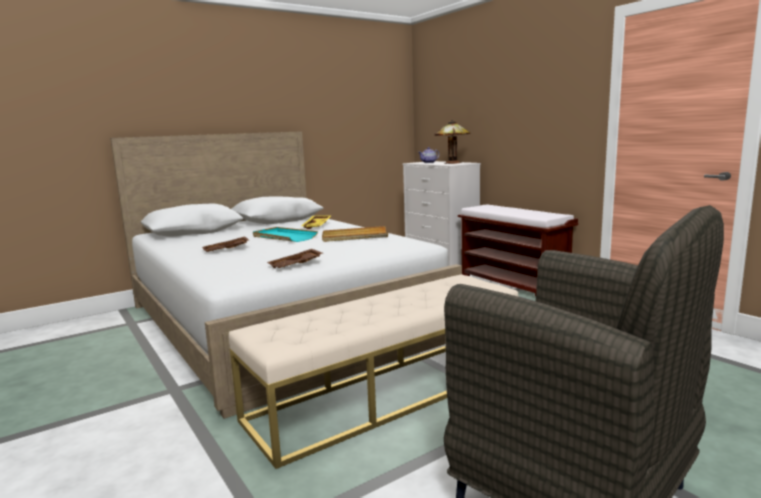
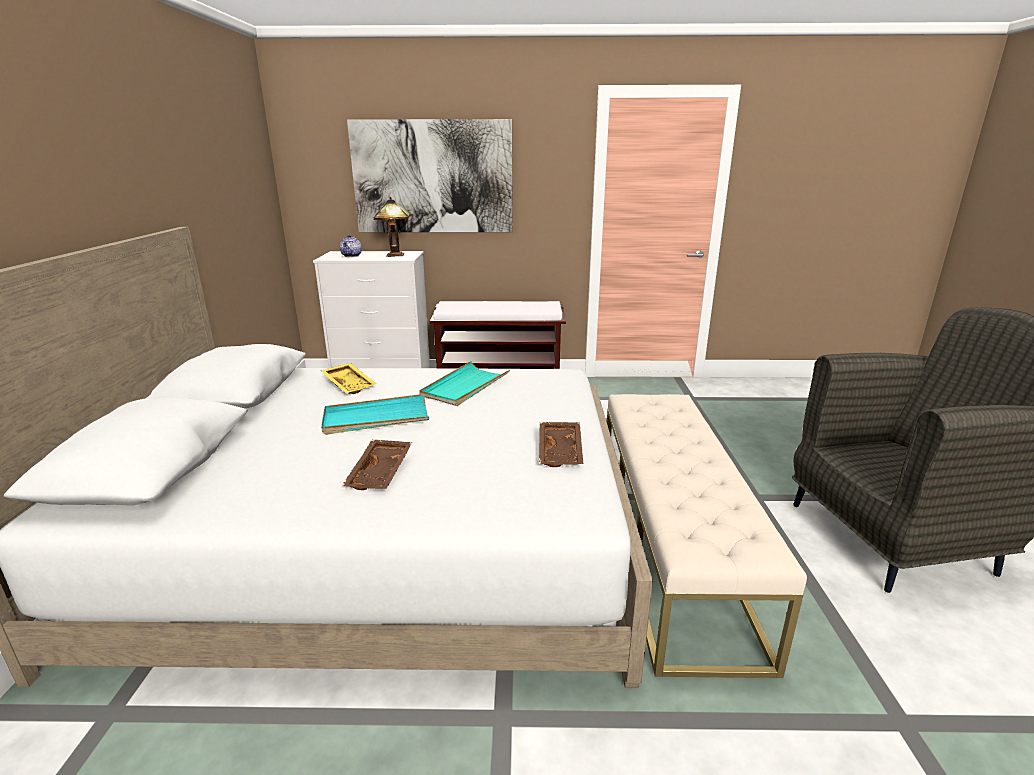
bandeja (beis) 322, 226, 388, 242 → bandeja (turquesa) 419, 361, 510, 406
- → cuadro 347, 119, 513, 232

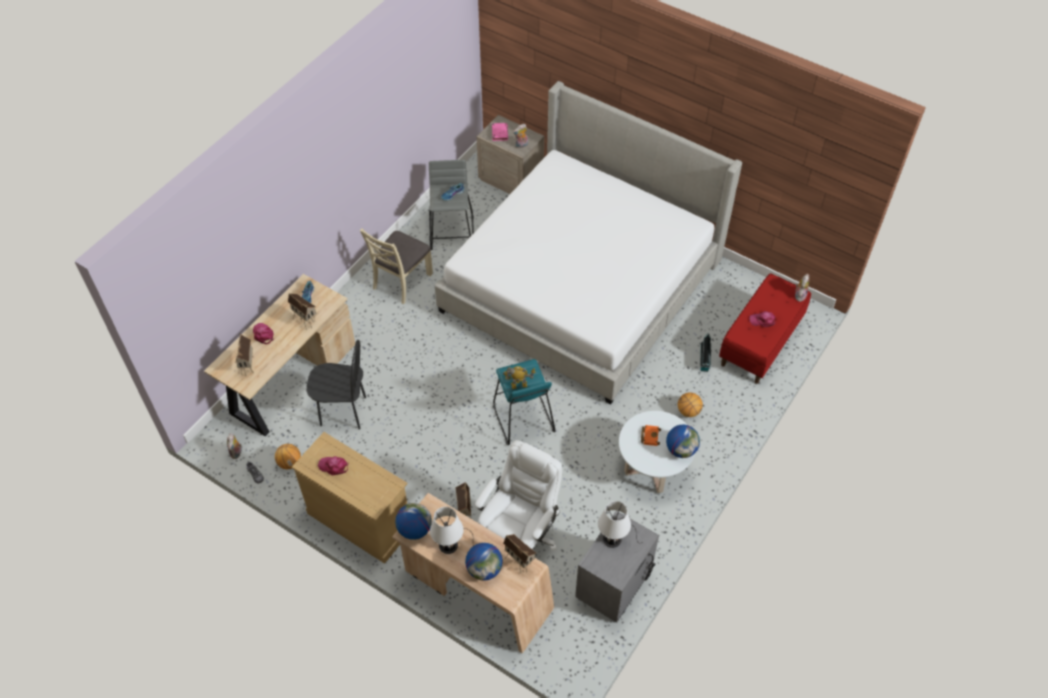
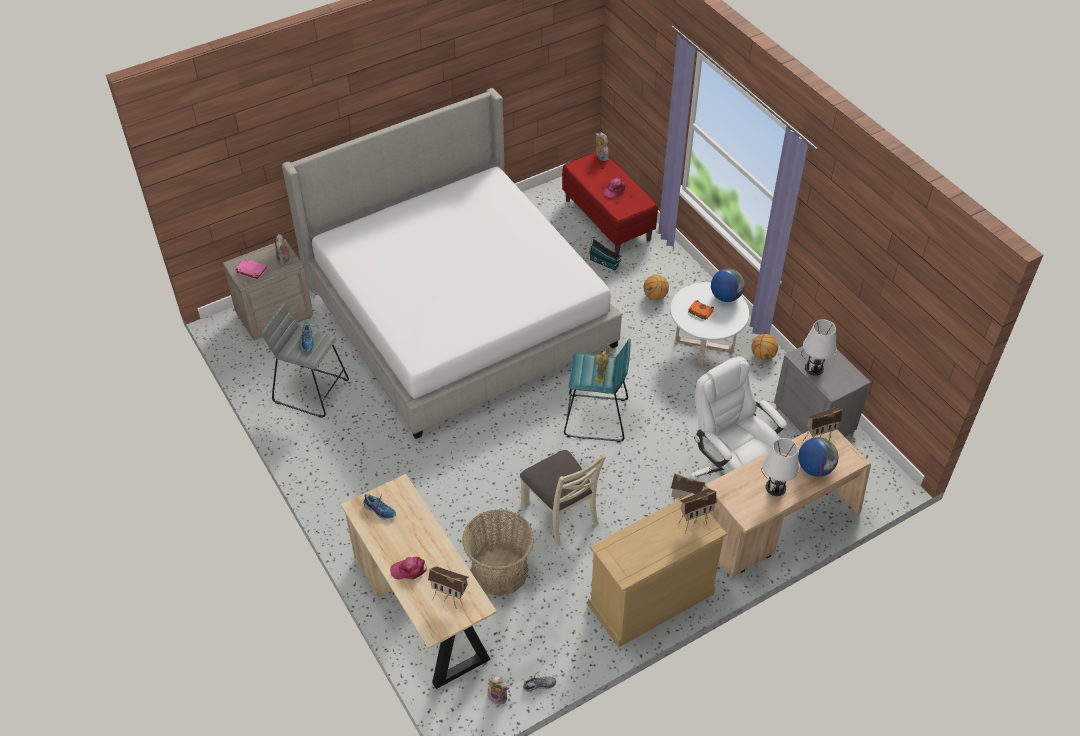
balón de baloncesto 275, 444, 301, 469 → balón de baloncesto 751, 334, 778, 360, relocated
casita 288, 293, 317, 330 → casita 678, 488, 717, 533, relocated
silla (negro) 306, 340, 366, 430 → cesta 462, 509, 534, 596
gorra (rosa) 318, 456, 348, 475 → -
silla (beis) 360, 228, 433, 304 → silla (beis) 520, 450, 606, 546, relocated
globo terráqueo 395, 503, 432, 540 → -

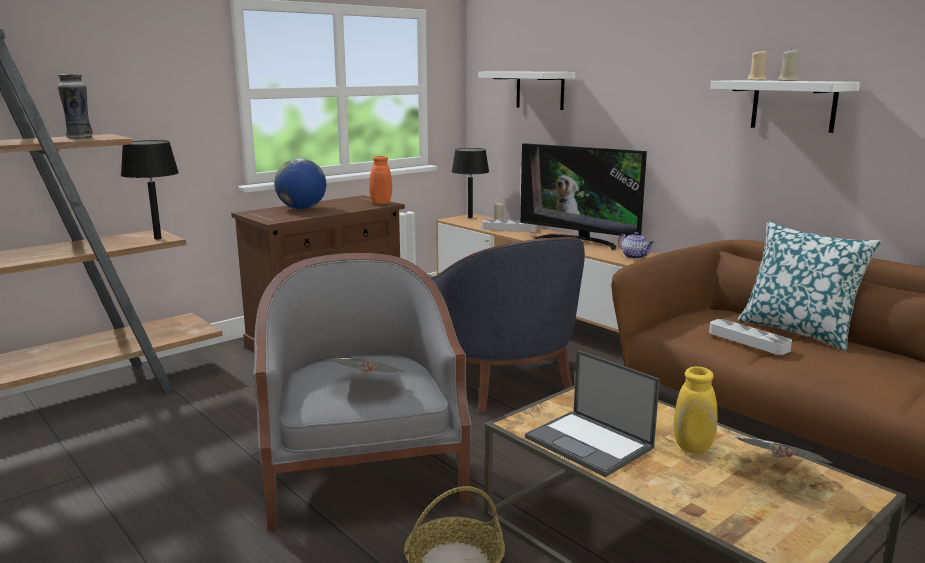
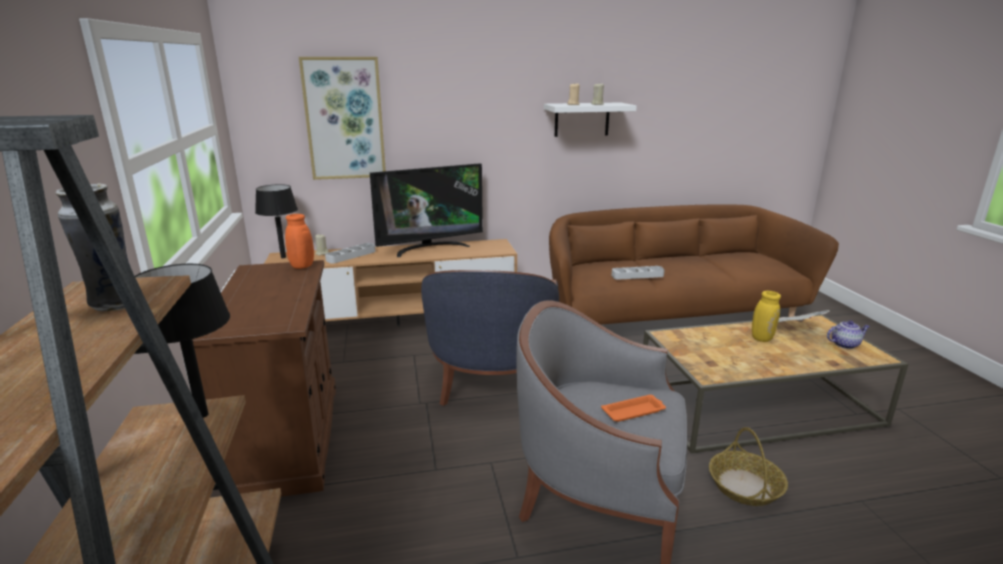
globo terráqueo 274, 158, 326, 209 → -
periódico 329, 358, 404, 374 → bandeja (naranja) 601, 395, 666, 422
sillón (azul) 427, 237, 585, 413 → sillón (azul) 421, 270, 559, 406, 90 degrees clockwise
estante (blanco) 478, 71, 575, 110 → cuadro 299, 57, 386, 180
portátil 525, 350, 660, 477 → -
tetera 618, 232, 654, 259 → tetera 827, 320, 870, 349, relocated
cojín 737, 222, 881, 351 → -

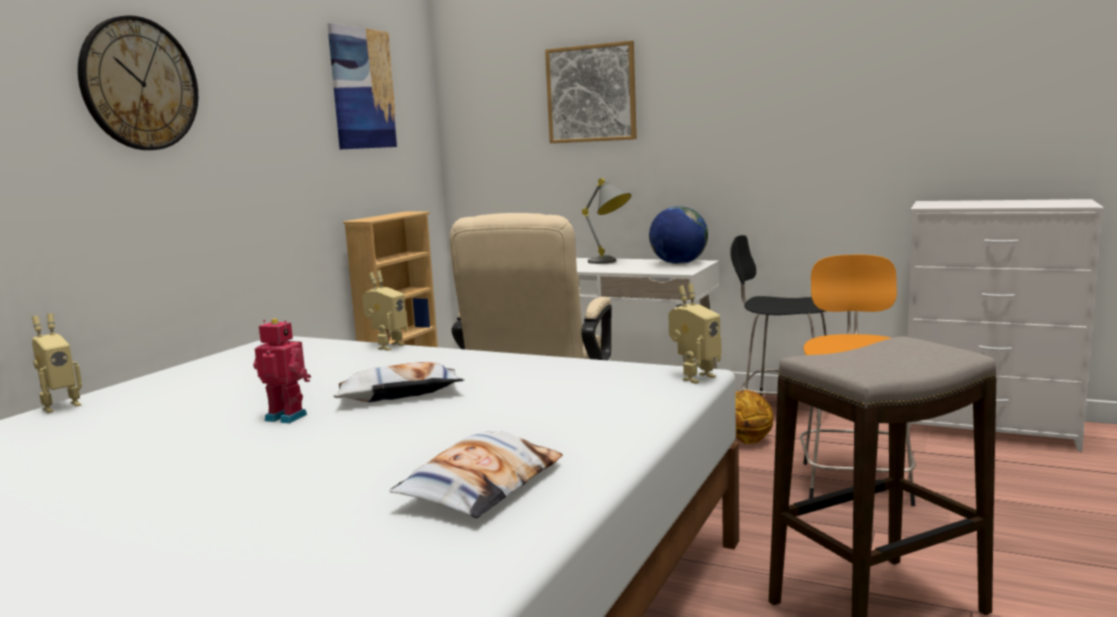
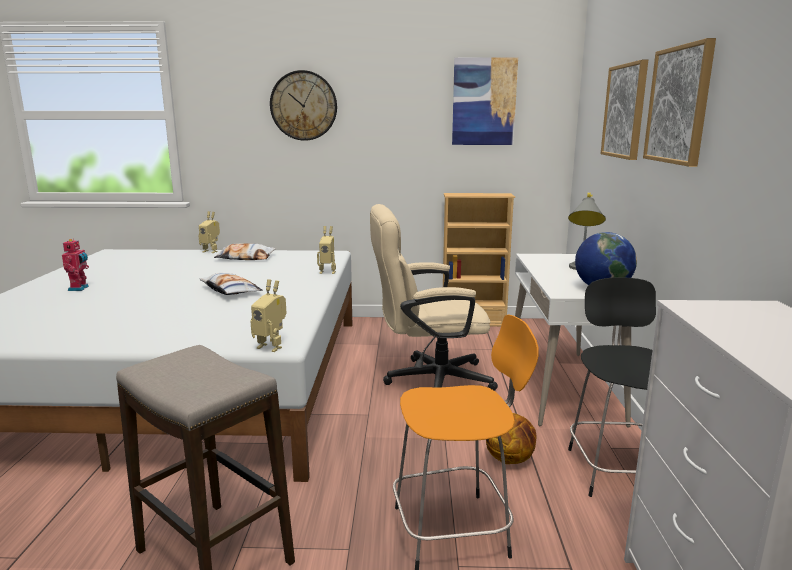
robot de juguete 253, 319, 311, 423 → robot de juguete 62, 238, 89, 291, relocated
cojín 389, 431, 563, 518 → cojín 214, 243, 276, 260, relocated
- → cuadro 643, 38, 716, 167

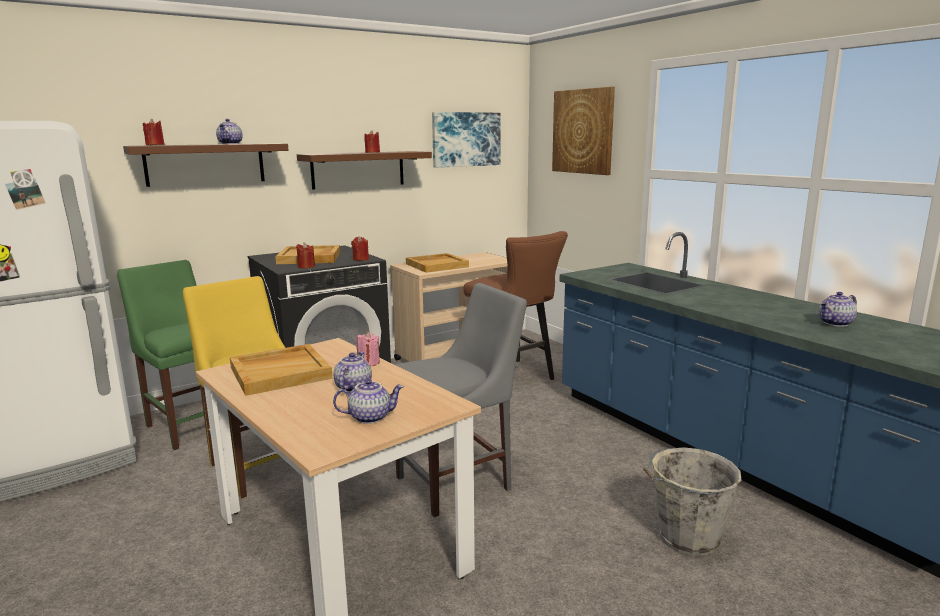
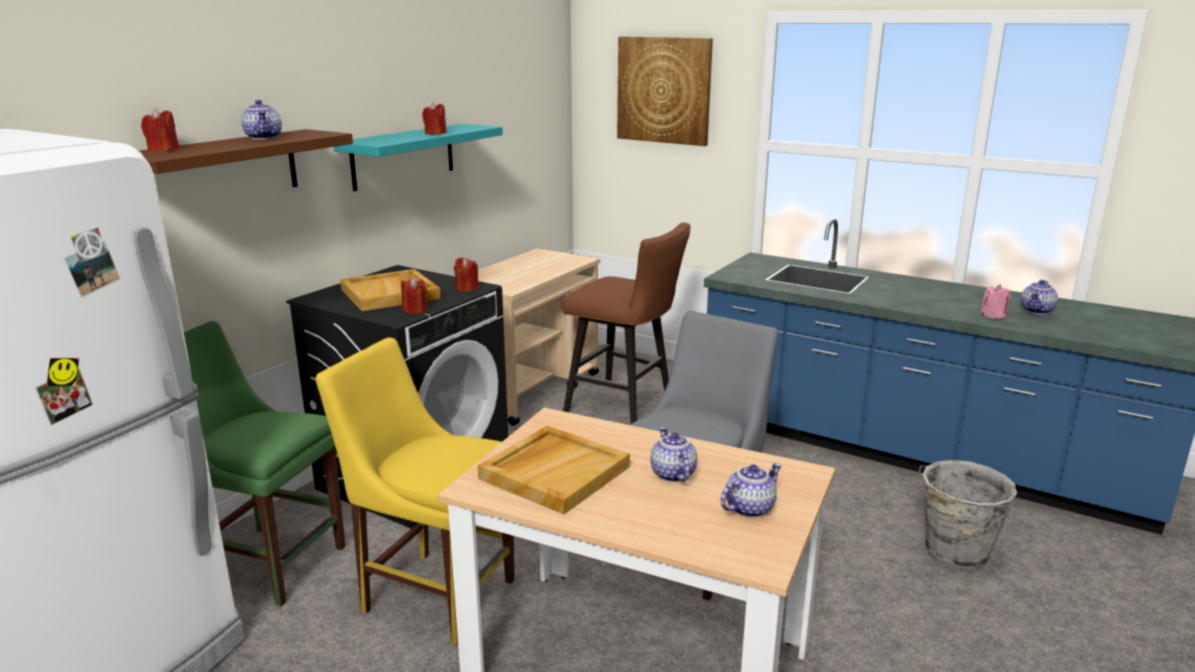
estante (marrón) 297, 151, 432, 190 → estante (turquesa) 334, 123, 503, 191
vela (rosa) 355, 331, 380, 366 → vela (rosa) 981, 284, 1011, 319, relocated
bandeja (beis) 406, 253, 469, 273 → -
cuadro 432, 112, 501, 168 → -

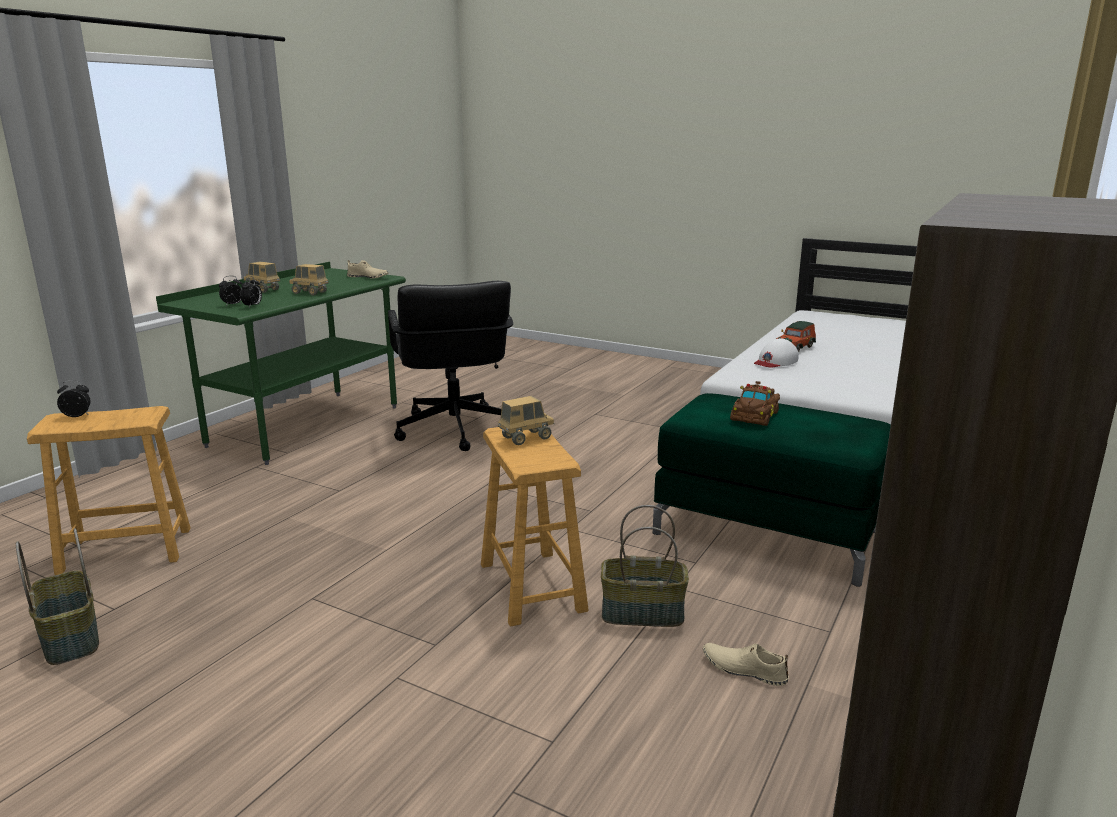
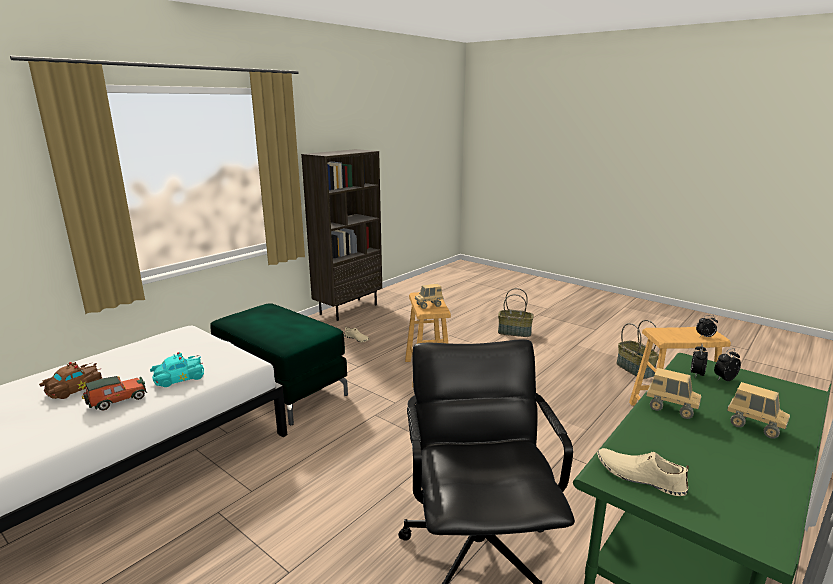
cesta 601, 505, 689, 627 → cesta 498, 288, 534, 337, relocated
coche de juguete (marrón) 730, 381, 780, 426 → coche de juguete (marrón) 39, 362, 102, 399, relocated
gorra (blanco) 754, 338, 799, 368 → coche de juguete (turquesa) 150, 352, 204, 387

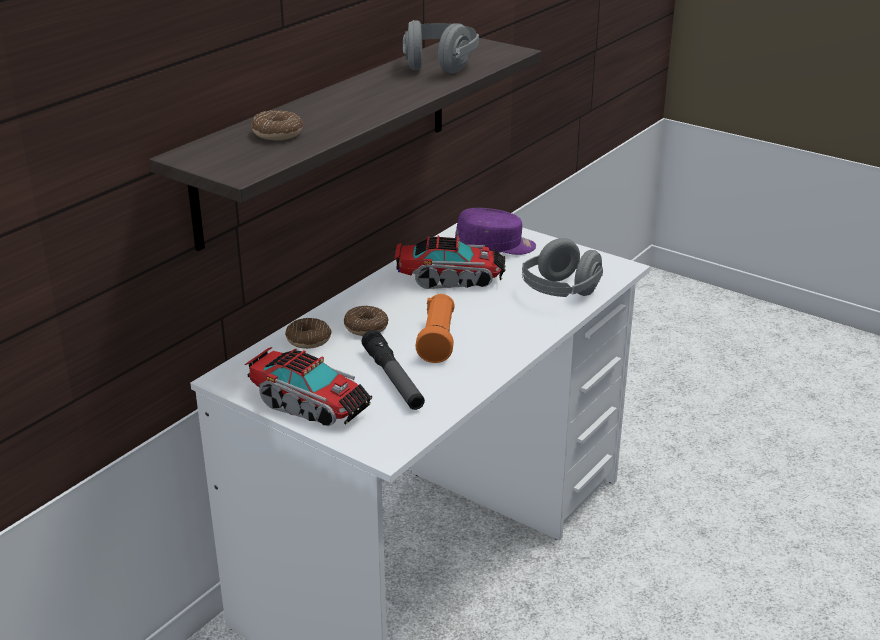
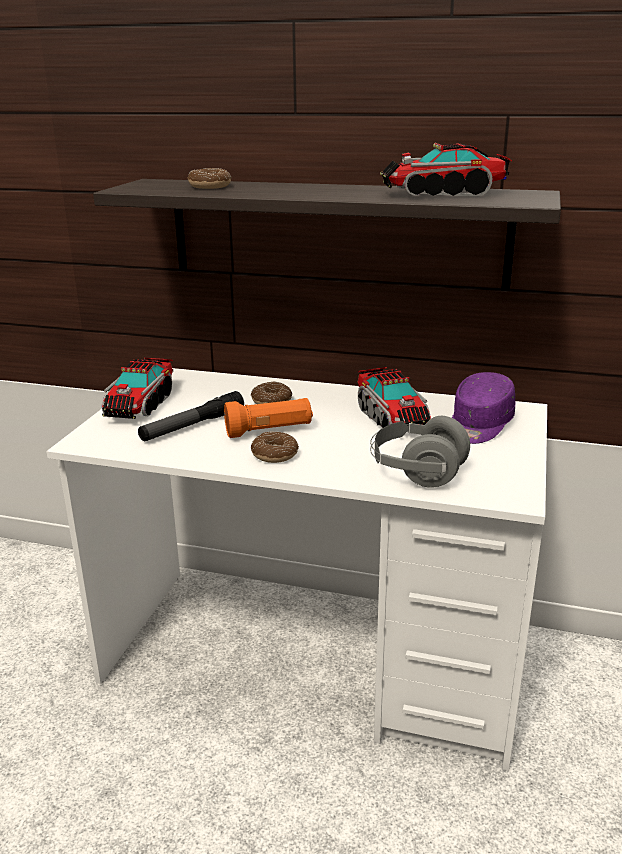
rosquilla 285, 318, 331, 349 → rosquilla 251, 431, 299, 463, relocated
auriculares (gris) 403, 20, 479, 74 → camión de juguete 380, 143, 512, 197
gorra (morado) 455, 208, 536, 255 → gorra (morado) 452, 372, 516, 444, 60 degrees clockwise

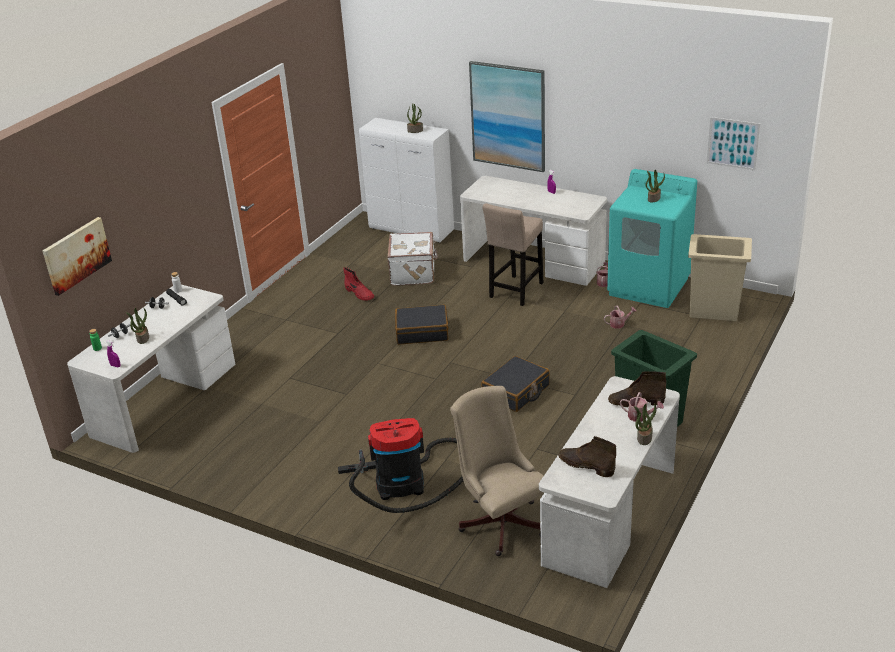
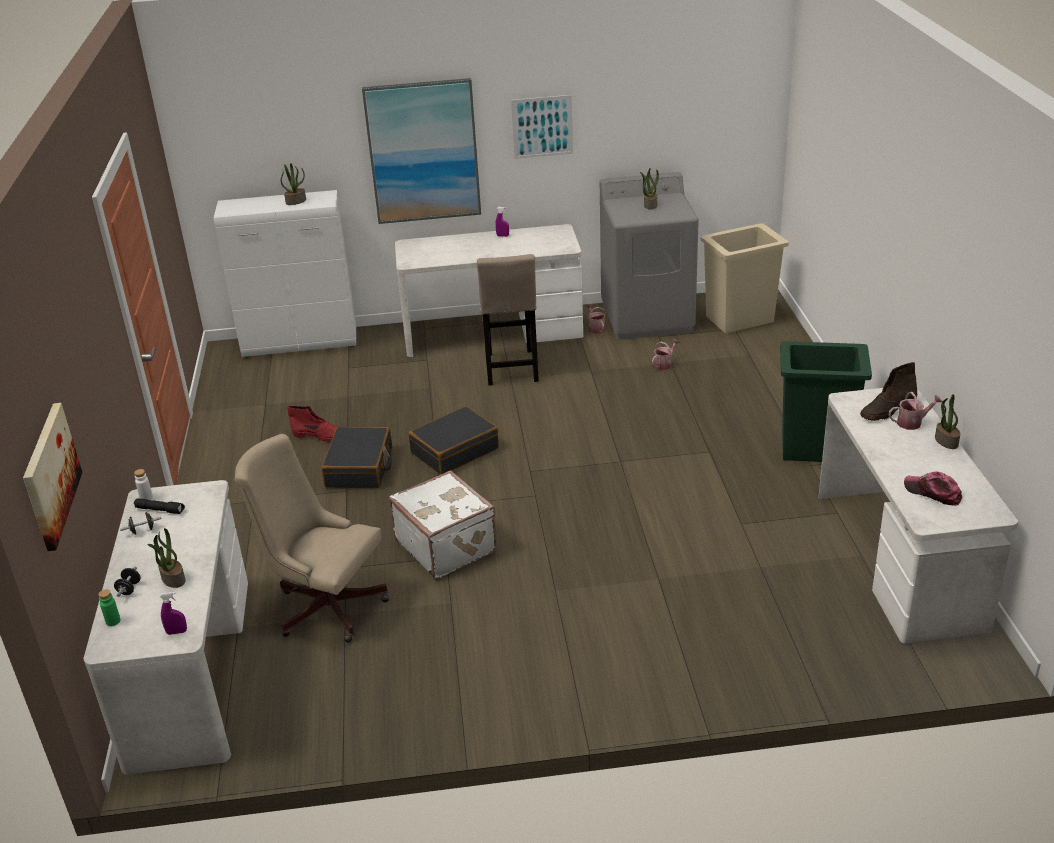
aspiradora 338, 418, 463, 513 → -
maleta (blanco) 387, 232, 438, 285 → maleta (blanco) 389, 471, 497, 579, relocated
silla de oficina (beis) 450, 386, 544, 556 → silla de oficina (beis) 235, 434, 389, 643, relocated
maleta (negro) 481, 356, 550, 412 → maleta (negro) 321, 427, 392, 488, relocated
bota (marrón) 558, 436, 616, 477 → gorra 904, 471, 962, 506
lavadora (turquesa) 607, 169, 697, 308 → lavadora (gris) 600, 172, 699, 340
cuadro 707, 117, 760, 170 → cuadro 511, 95, 573, 159, relocated

